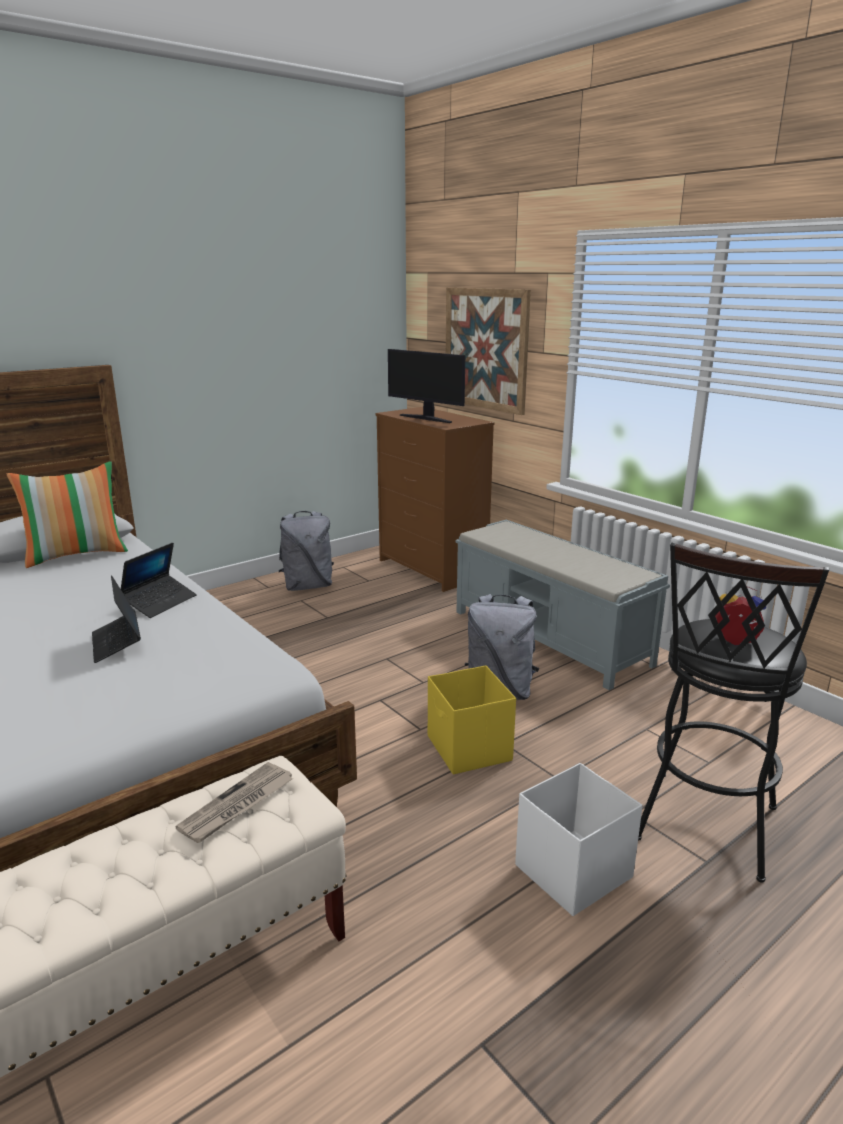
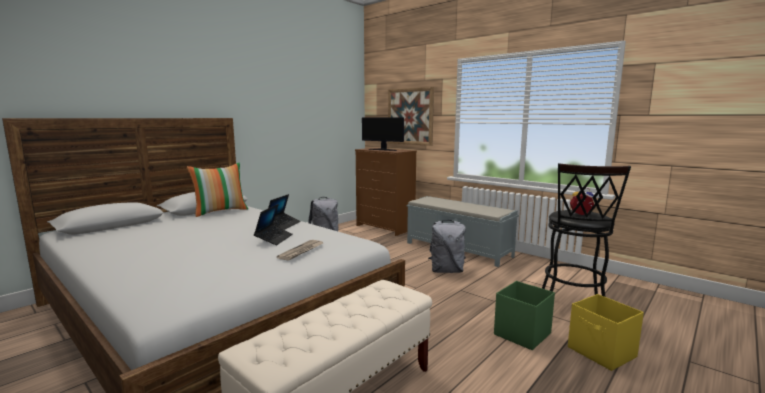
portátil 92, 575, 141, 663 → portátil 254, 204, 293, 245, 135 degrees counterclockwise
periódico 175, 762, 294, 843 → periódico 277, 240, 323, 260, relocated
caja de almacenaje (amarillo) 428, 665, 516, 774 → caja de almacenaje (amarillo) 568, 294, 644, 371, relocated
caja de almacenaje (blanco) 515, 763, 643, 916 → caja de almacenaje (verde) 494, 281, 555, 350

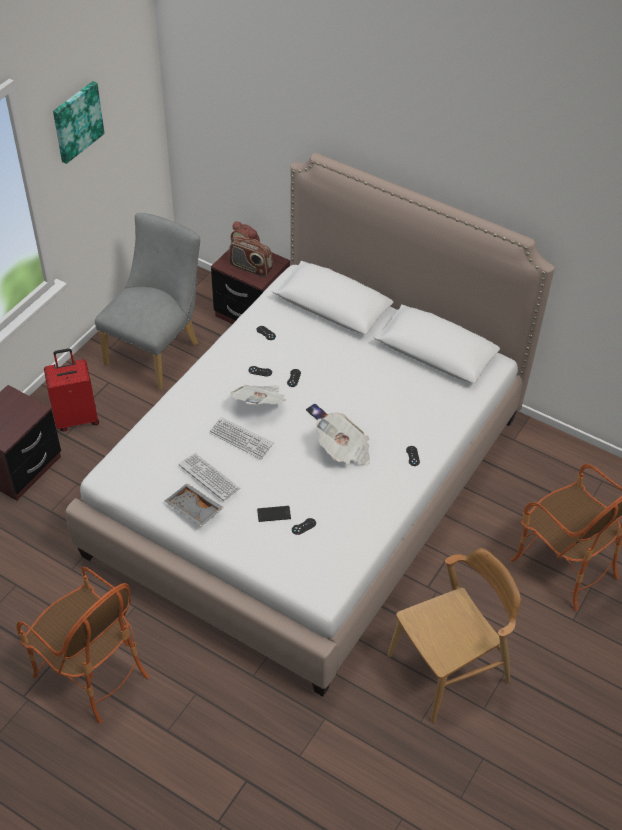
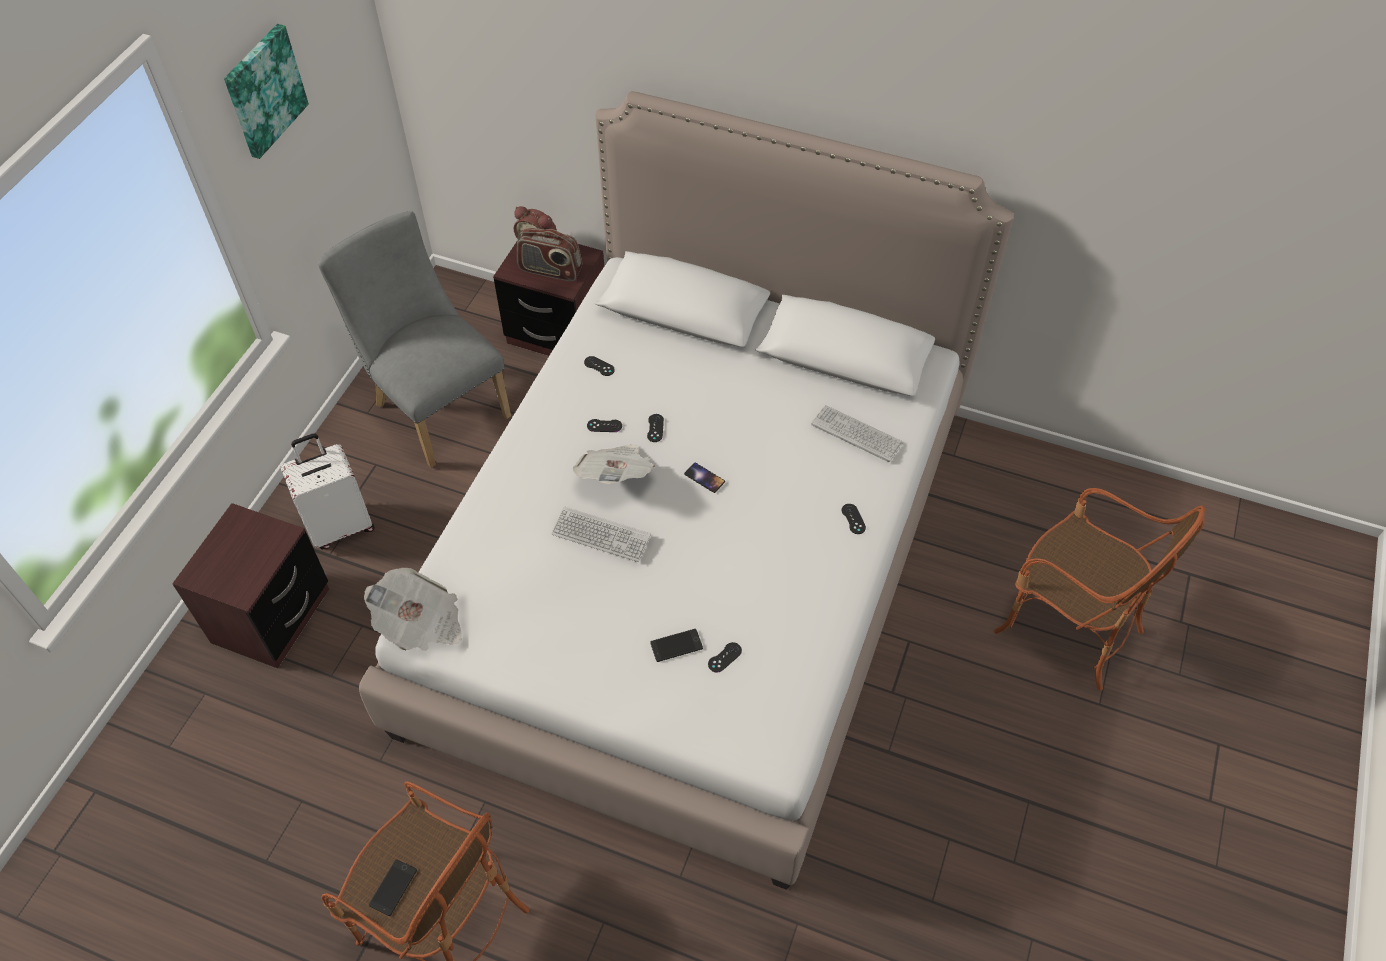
maleta (rojo) 44, 348, 99, 431 → maleta (blanco) 281, 433, 375, 549
silla (gris) 95, 213, 200, 390 → silla (gris) 318, 211, 511, 468, 60 degrees counterclockwise
bandeja (gris) 164, 483, 224, 526 → -
teclado 179, 453, 240, 501 → teclado 811, 405, 904, 462, relocated
periódico 316, 413, 370, 466 → periódico 364, 568, 462, 651, relocated
silla (marrón) 388, 548, 521, 723 → -
- → móvil 369, 859, 417, 916

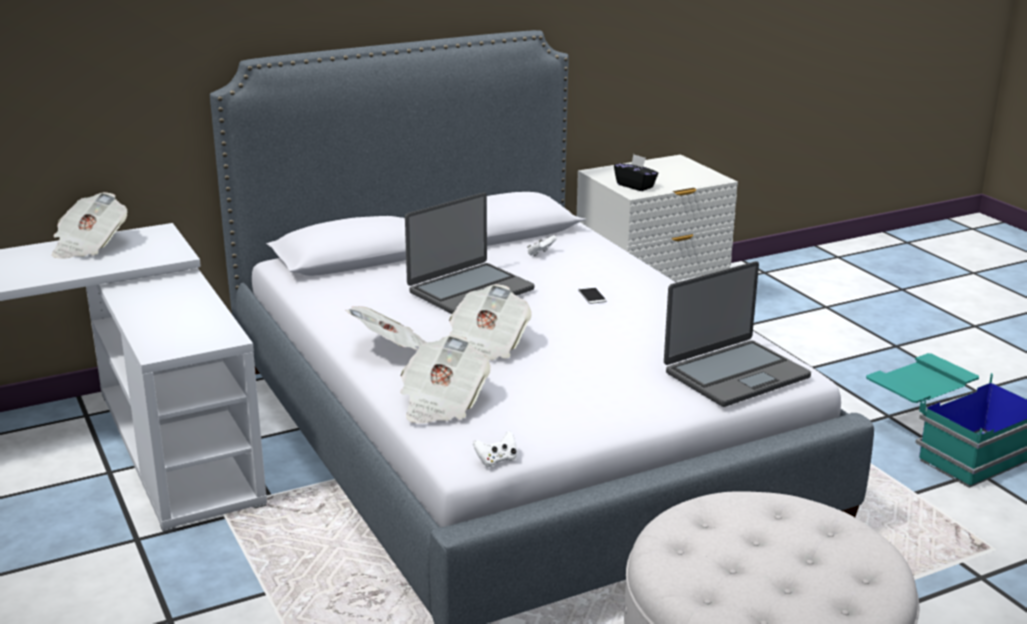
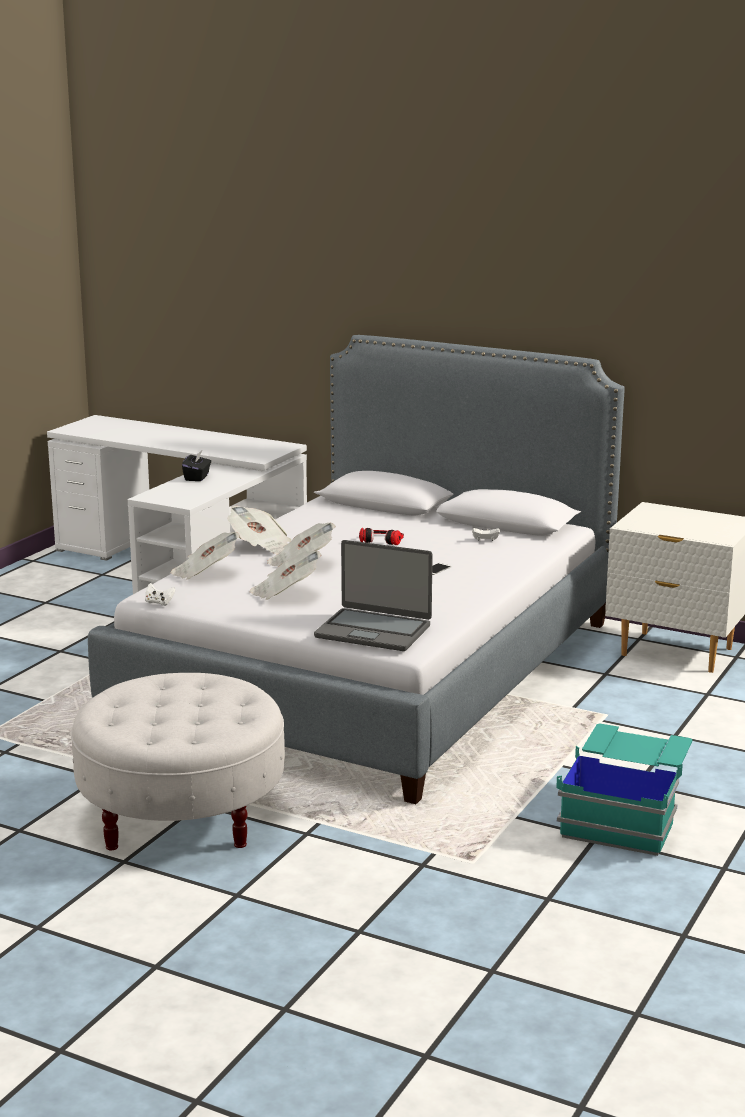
periódico 52, 192, 127, 259 → periódico 250, 551, 322, 600, relocated
portátil 405, 192, 534, 314 → auriculares 359, 528, 404, 545
caja de pañuelos (negro) 614, 154, 659, 191 → caja de pañuelos (negro) 182, 451, 211, 481, relocated

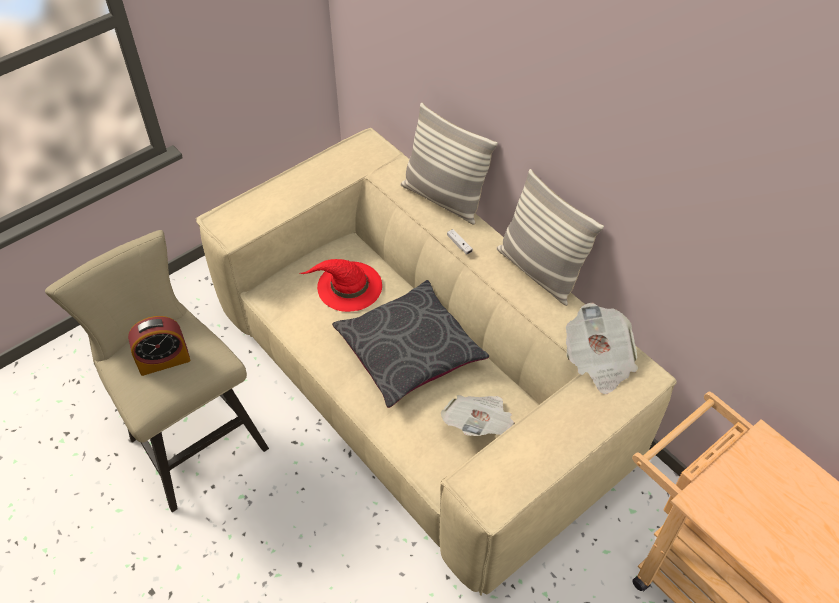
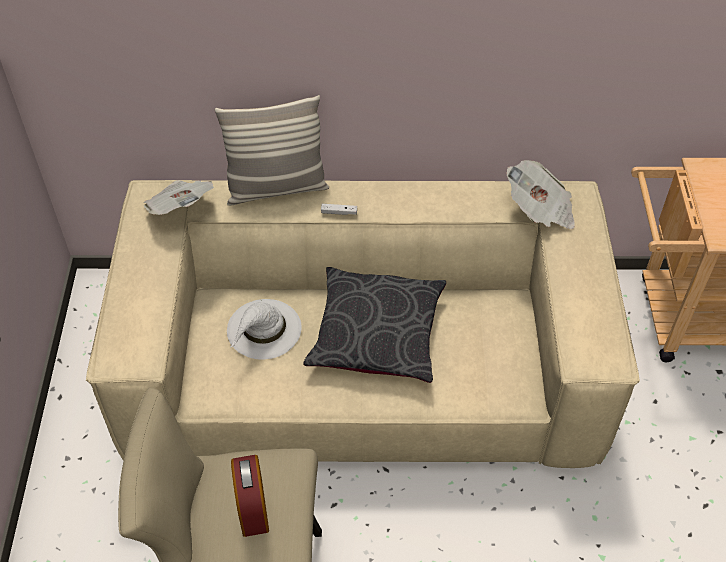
despertador 128, 316, 190, 376 → despertador 231, 455, 269, 537, 150 degrees clockwise
sombrero (rojo) 300, 259, 382, 312 → sombrero (blanco) 227, 299, 302, 360
periódico 441, 395, 515, 436 → periódico 143, 180, 214, 215, relocated
cojín 497, 169, 604, 306 → -

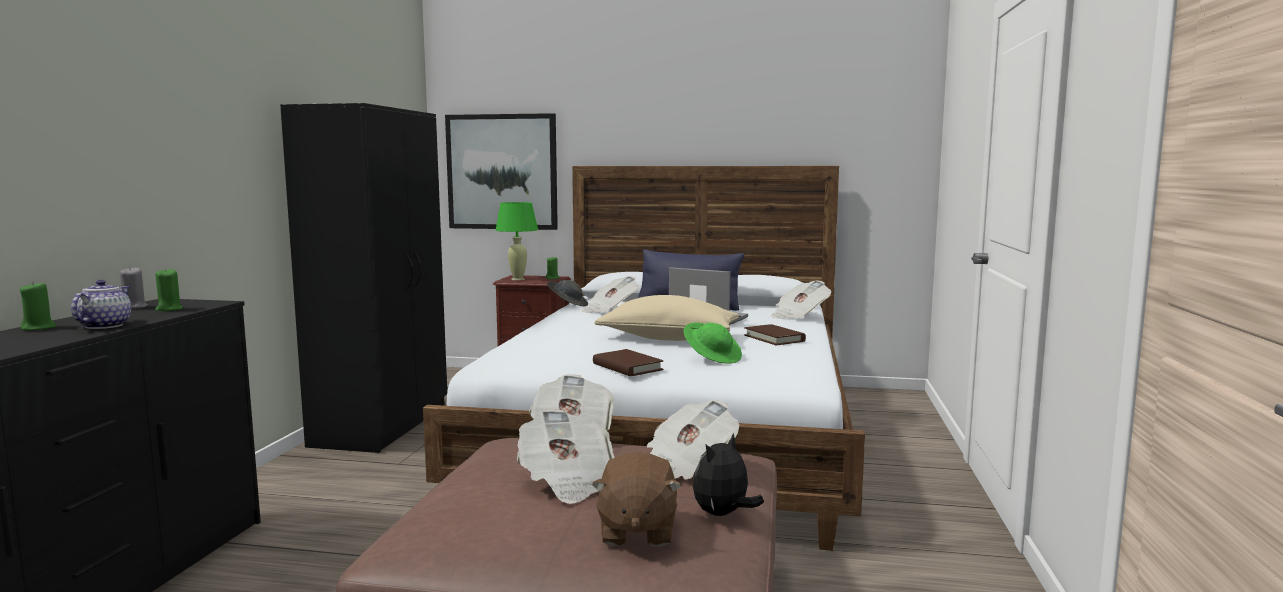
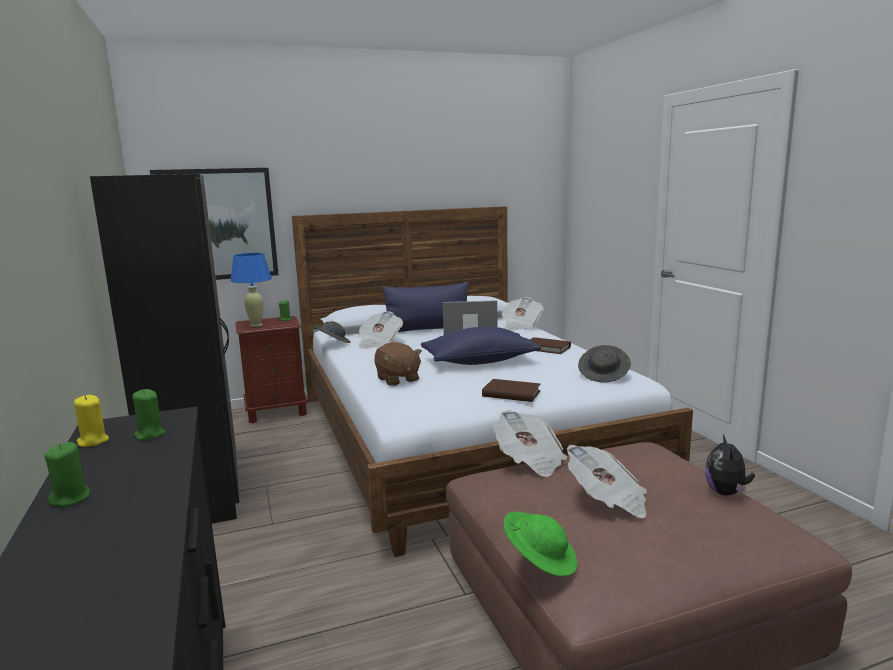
tetera 71, 280, 131, 329 → -
vela (gris) 120, 266, 148, 309 → vela (amarillo) 74, 395, 109, 447
lámpara de mesa (verde) 496, 202, 538, 280 → lámpara de mesa (azul) 231, 253, 272, 327
peluche (marrón) 592, 452, 682, 546 → peluche (marrón) 374, 342, 422, 386, relocated
cojín (beis) 594, 295, 739, 341 → cojín (azul) 421, 327, 541, 365
periódico 647, 400, 739, 480 → -
sombrero (verde) 683, 322, 742, 364 → sombrero (verde) 504, 512, 577, 576, relocated
- → sombrero (gris) 578, 345, 631, 383

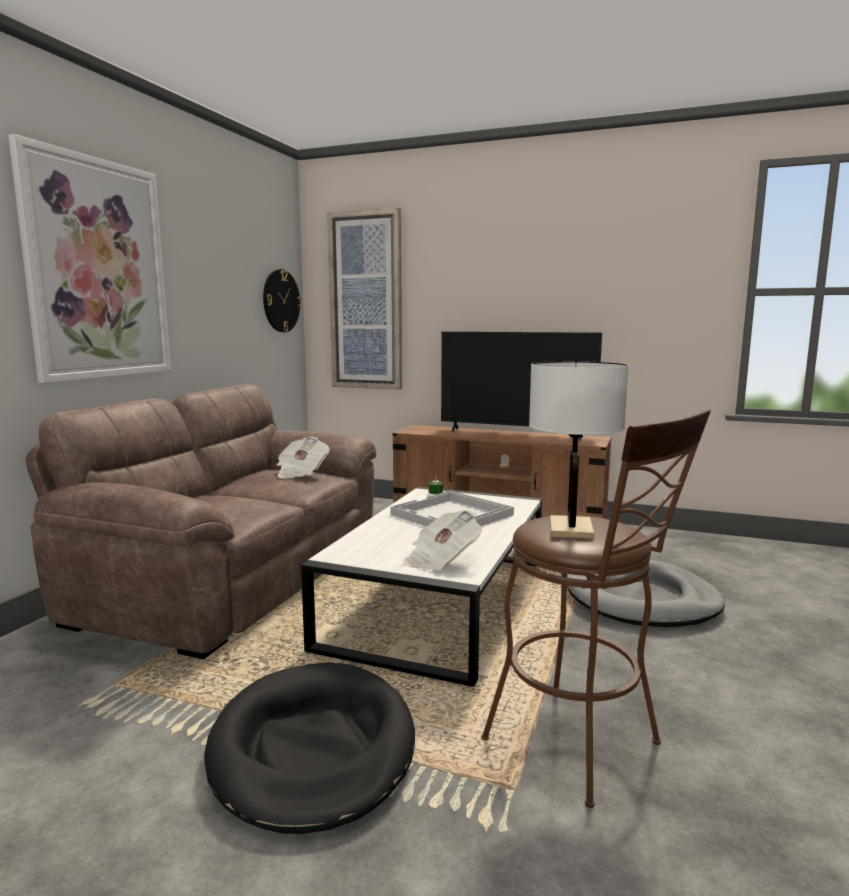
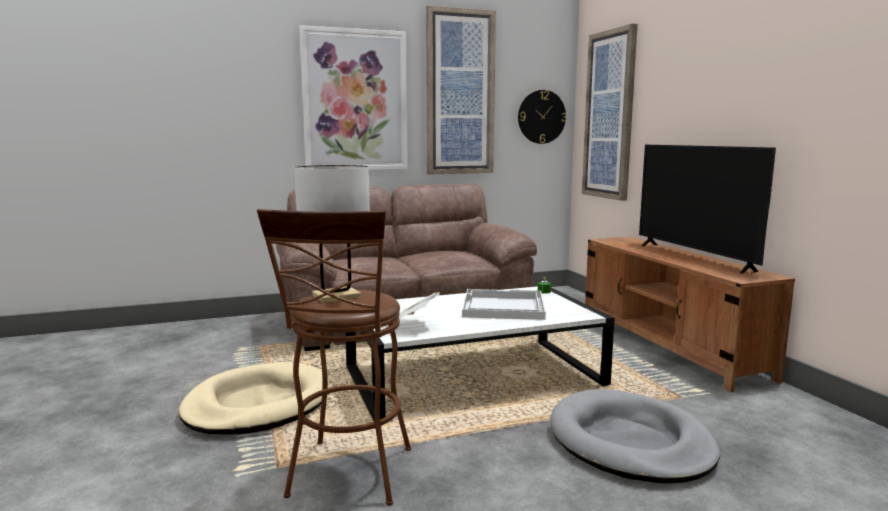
cama para perro (negro) 204, 662, 415, 834 → cama para perro (beis) 179, 362, 330, 435
periódico 277, 437, 330, 478 → -
- → cuadro 426, 6, 496, 174

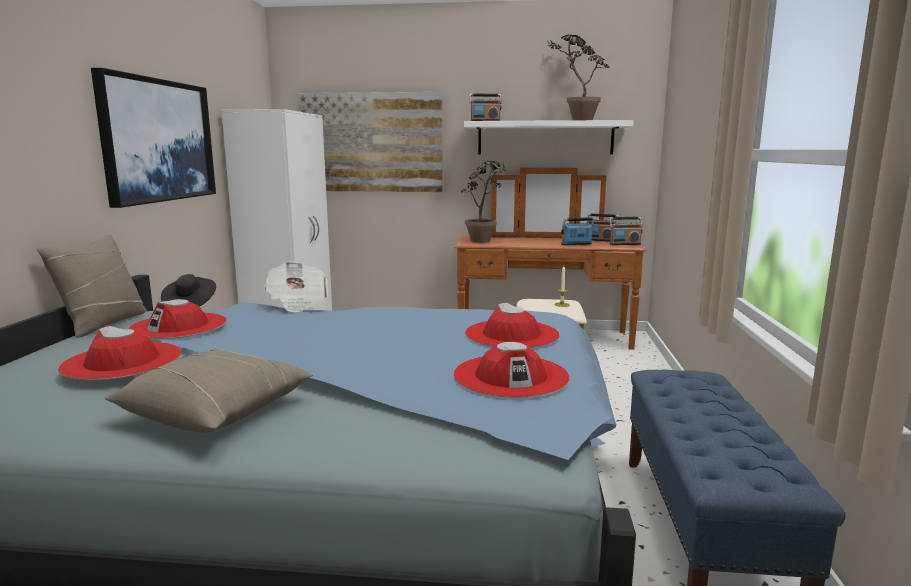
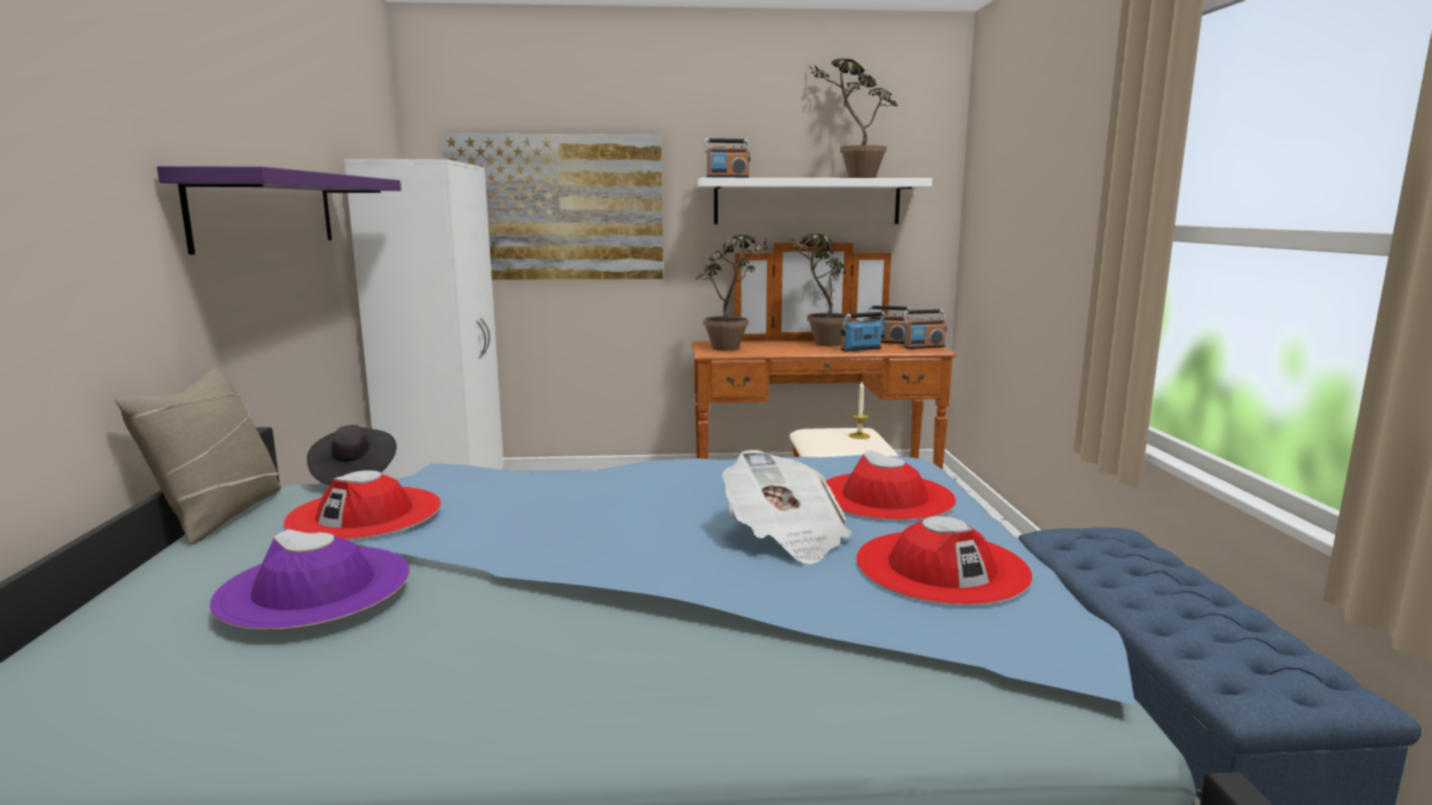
sombrero (rojo) 58, 326, 182, 380 → sombrero (morado) 210, 529, 410, 629
cuadro 91, 68, 216, 208 → estante (morado) 157, 166, 401, 255
cojín (beis) 105, 349, 313, 433 → -
periódico 264, 261, 328, 312 → periódico 722, 450, 852, 564, relocated
- → planta en maceta 789, 234, 852, 346

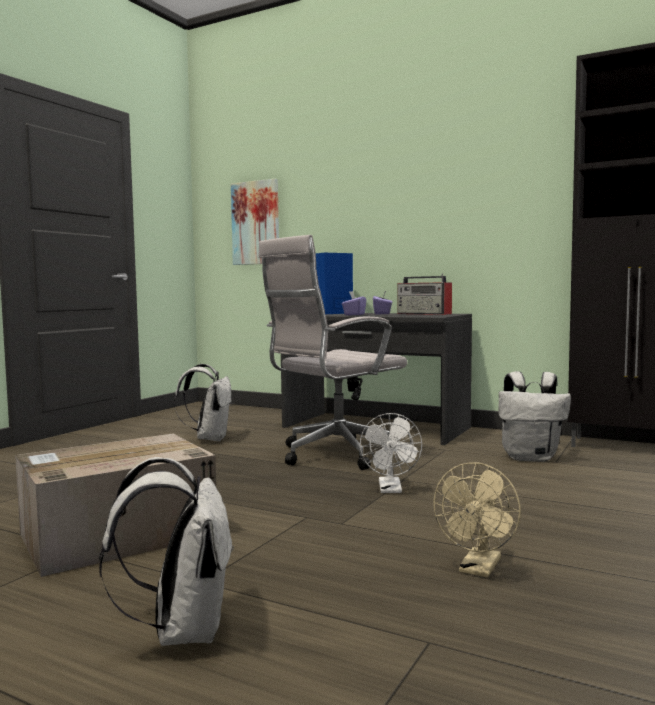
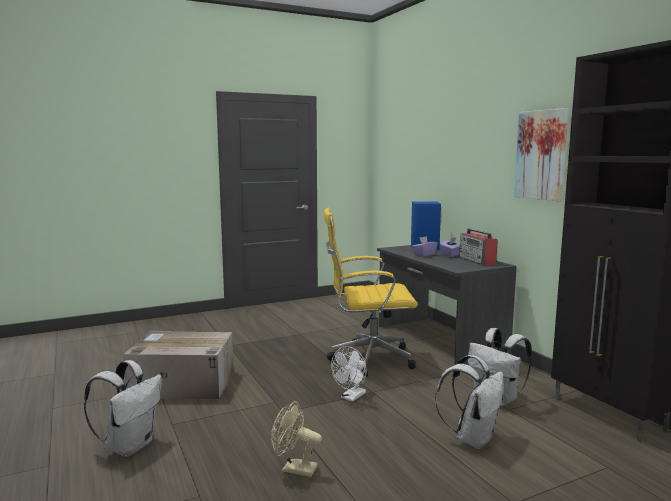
mochila (blanco) 174, 364, 232, 441 → mochila (blanco) 435, 355, 503, 449, relocated
cuadro 231, 179, 279, 265 → cuadro 514, 108, 569, 201, relocated
silla de oficina (blanco) 258, 235, 407, 470 → silla de oficina (amarillo) 324, 208, 418, 377
ventilador (beis) 433, 462, 521, 577 → ventilador (beis) 271, 401, 322, 477, 45 degrees clockwise

